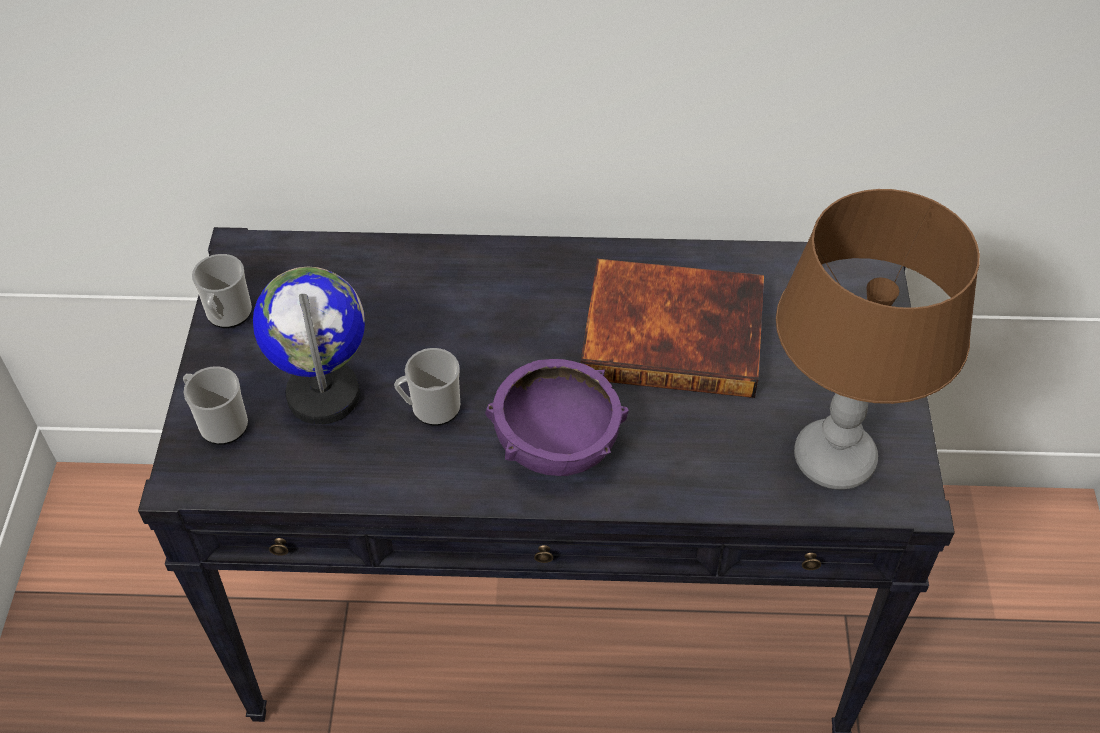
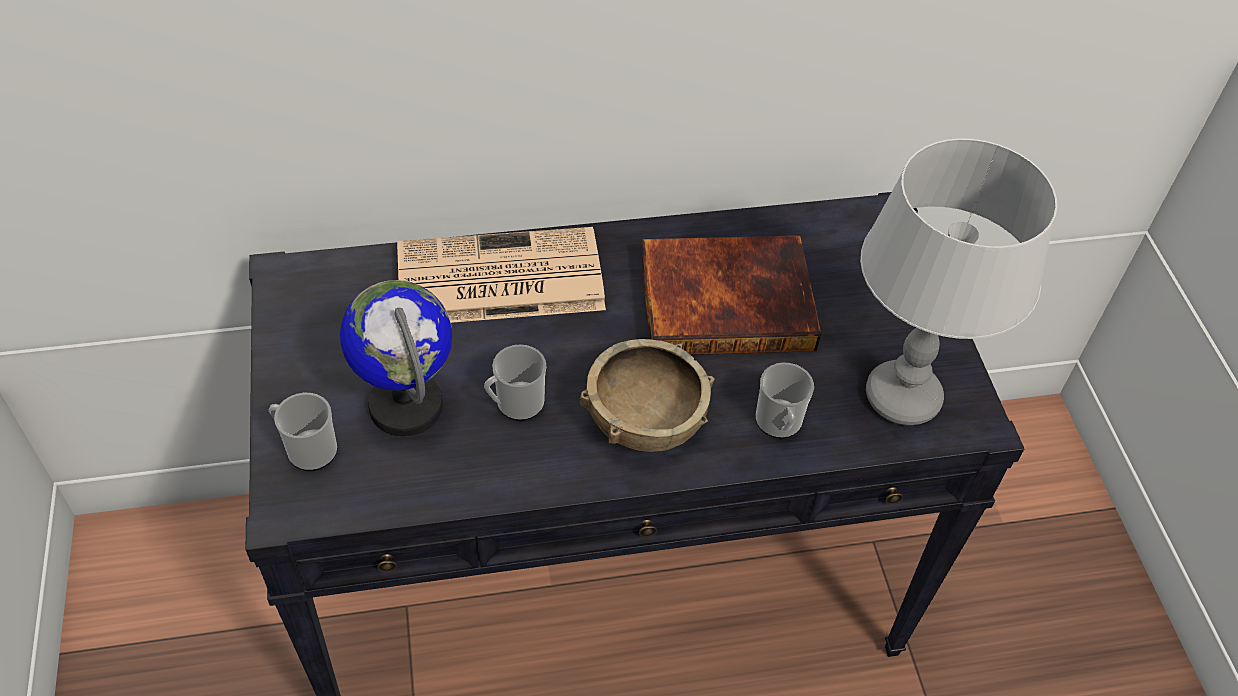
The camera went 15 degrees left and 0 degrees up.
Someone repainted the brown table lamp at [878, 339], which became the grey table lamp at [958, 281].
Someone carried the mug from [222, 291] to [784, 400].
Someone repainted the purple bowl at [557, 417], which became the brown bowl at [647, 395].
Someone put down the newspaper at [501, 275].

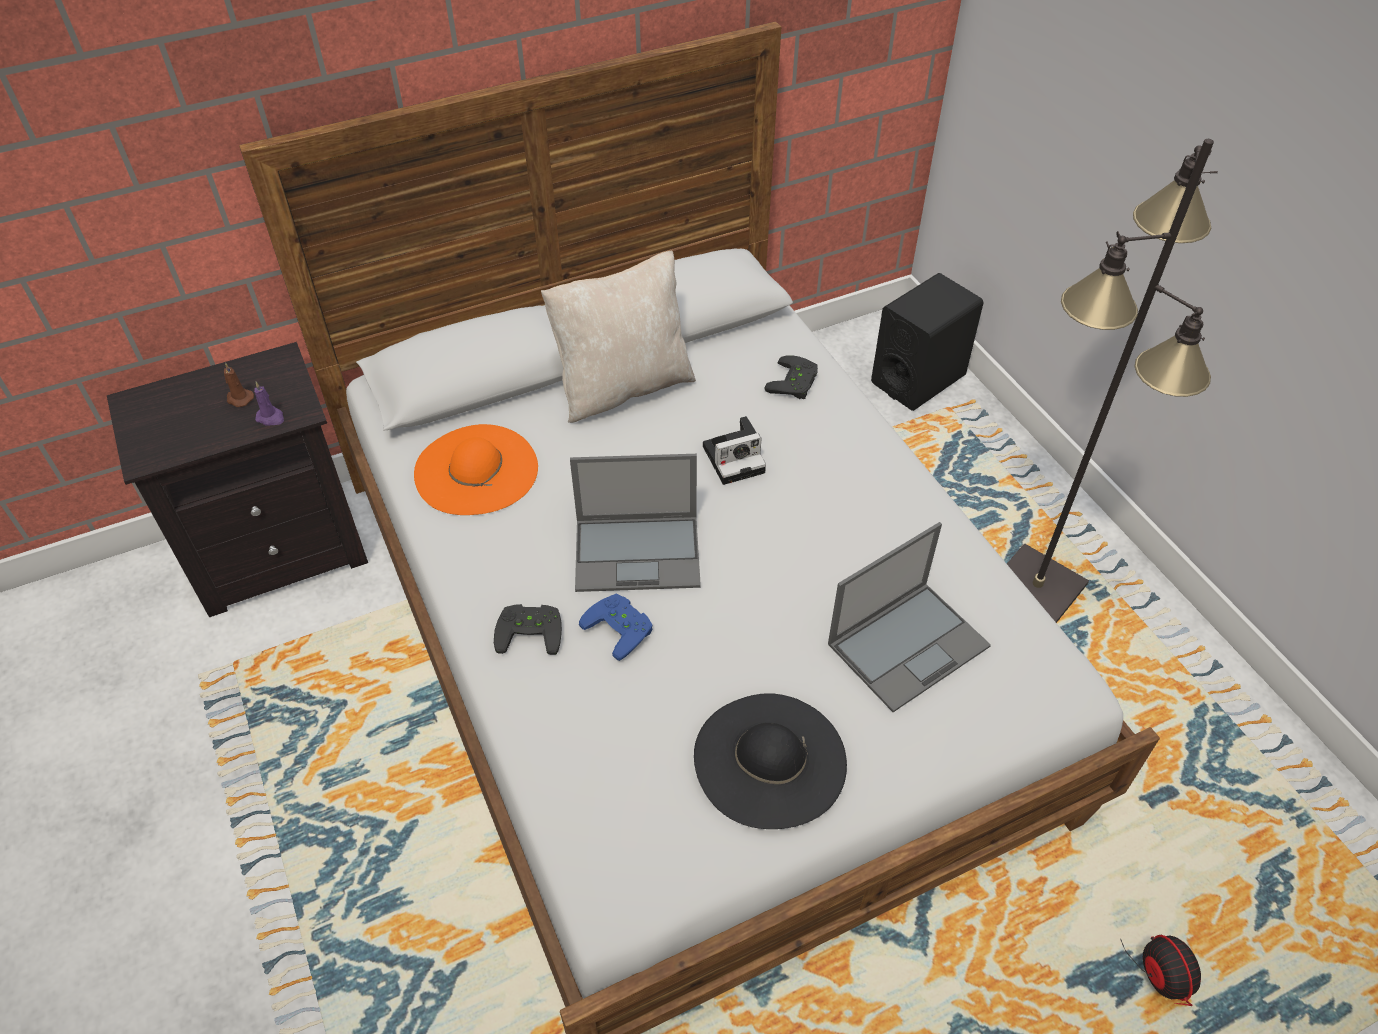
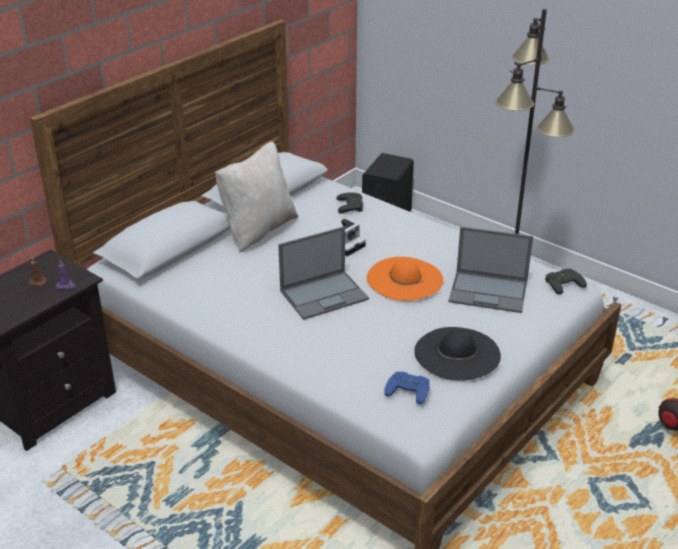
The camera went 25 degrees left and 15 degrees down.
Someone carried the orange hat from [476, 469] to [405, 279].
Someone rotated the laptop at [909, 617] by 75 degrees clockwise.
Someone carried the blue game controller from [615, 627] to [407, 388].
Someone carried the black game controller from [528, 629] to [566, 282].

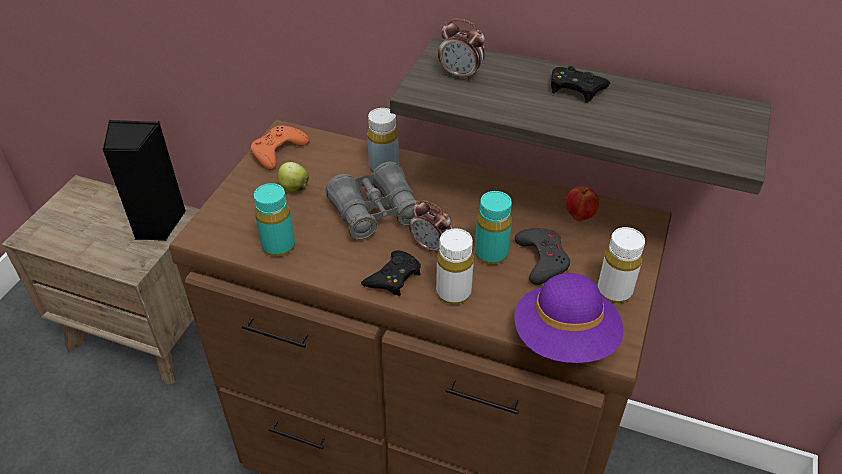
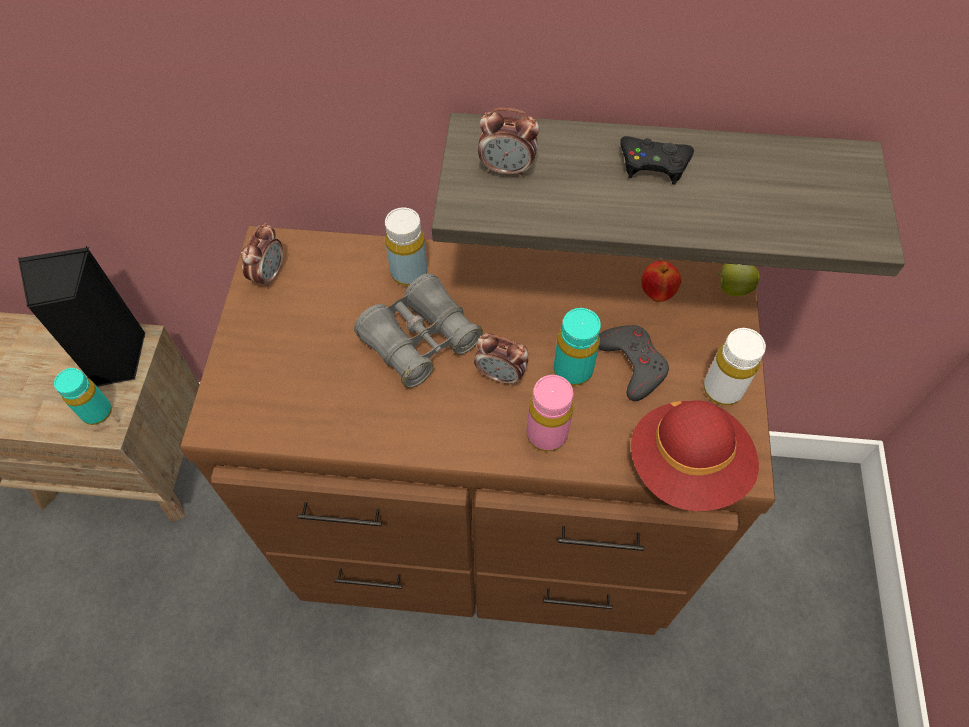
The camera went 15 degrees left and 15 degrees up.
Someone swapped the orange game controller at [280, 147] for the alarm clock at [262, 256].
Someone carried the apple from [293, 177] to [738, 280].
Someone carried the turquoise bottle from [274, 220] to [83, 396].
Someone repainted the white bottle at [455, 267], which became the pink bottle at [550, 413].
Someone took away the black game controller at [391, 273].
Someone repainted the purple hat at [569, 318], which became the red hat at [695, 455].

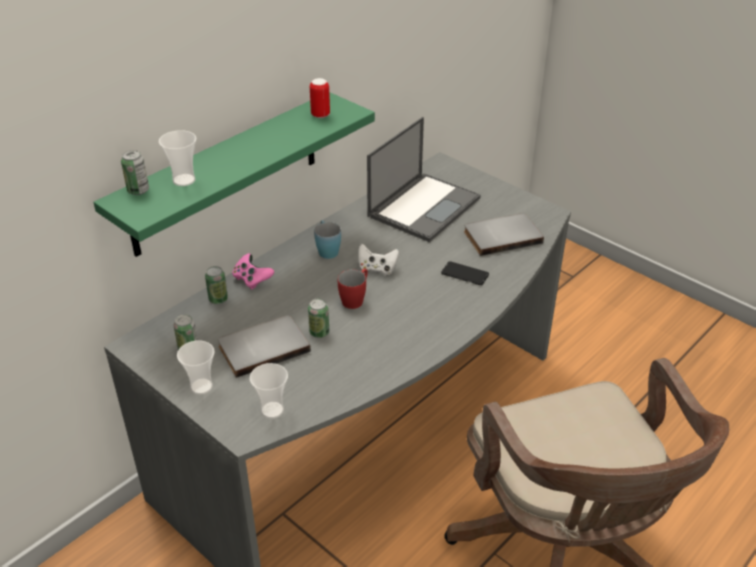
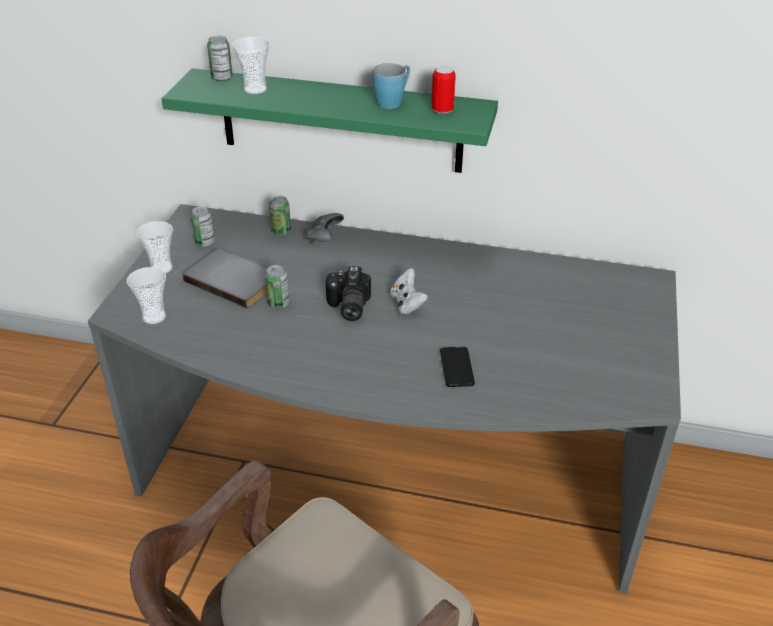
The camera went 60 degrees right and 0 degrees up.
Someone took away the laptop at [424, 179].
Someone took away the grey book at [504, 234].
Someone carried the blue mug from [327, 239] to [391, 86].
Someone repainted the pink game controller at [253, 271], which became the grey game controller at [324, 228].
Someone swapped the red mug at [353, 288] for the photo camera at [348, 293].

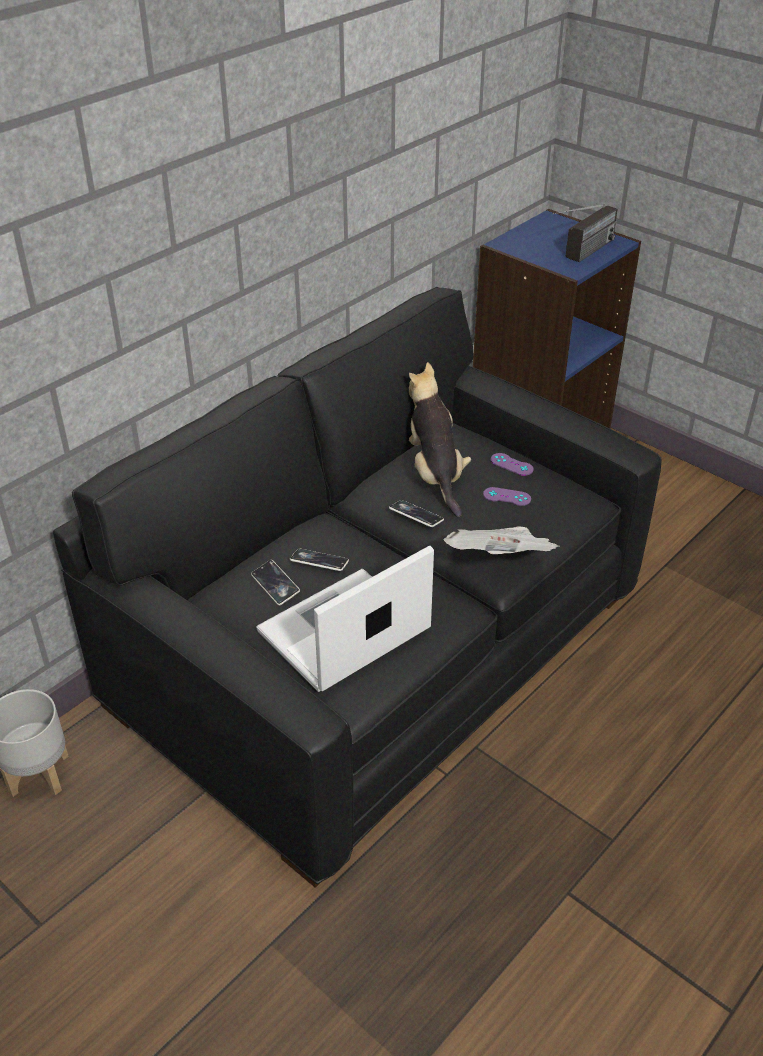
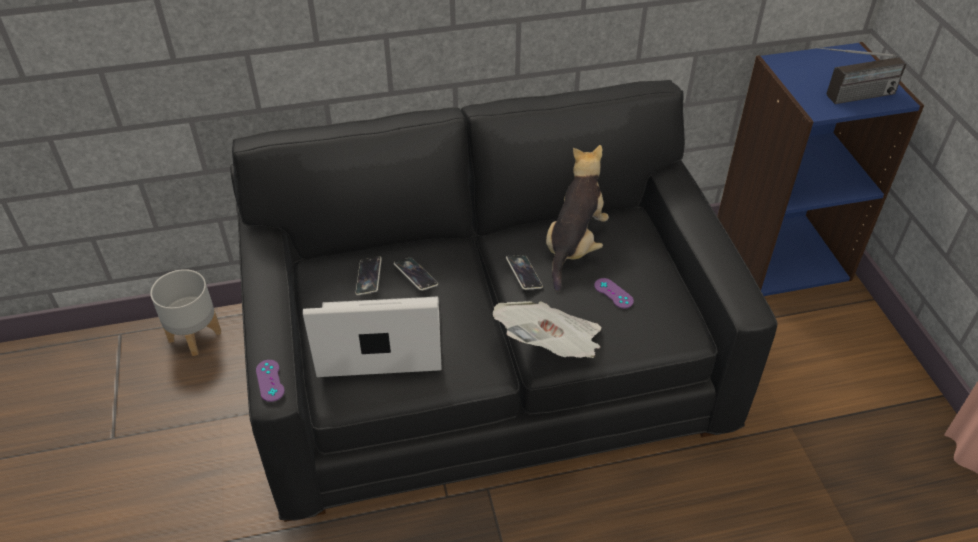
The camera went 35 degrees right and 5 degrees up.
Someone carried the purple game controller from [512, 464] to [270, 381].

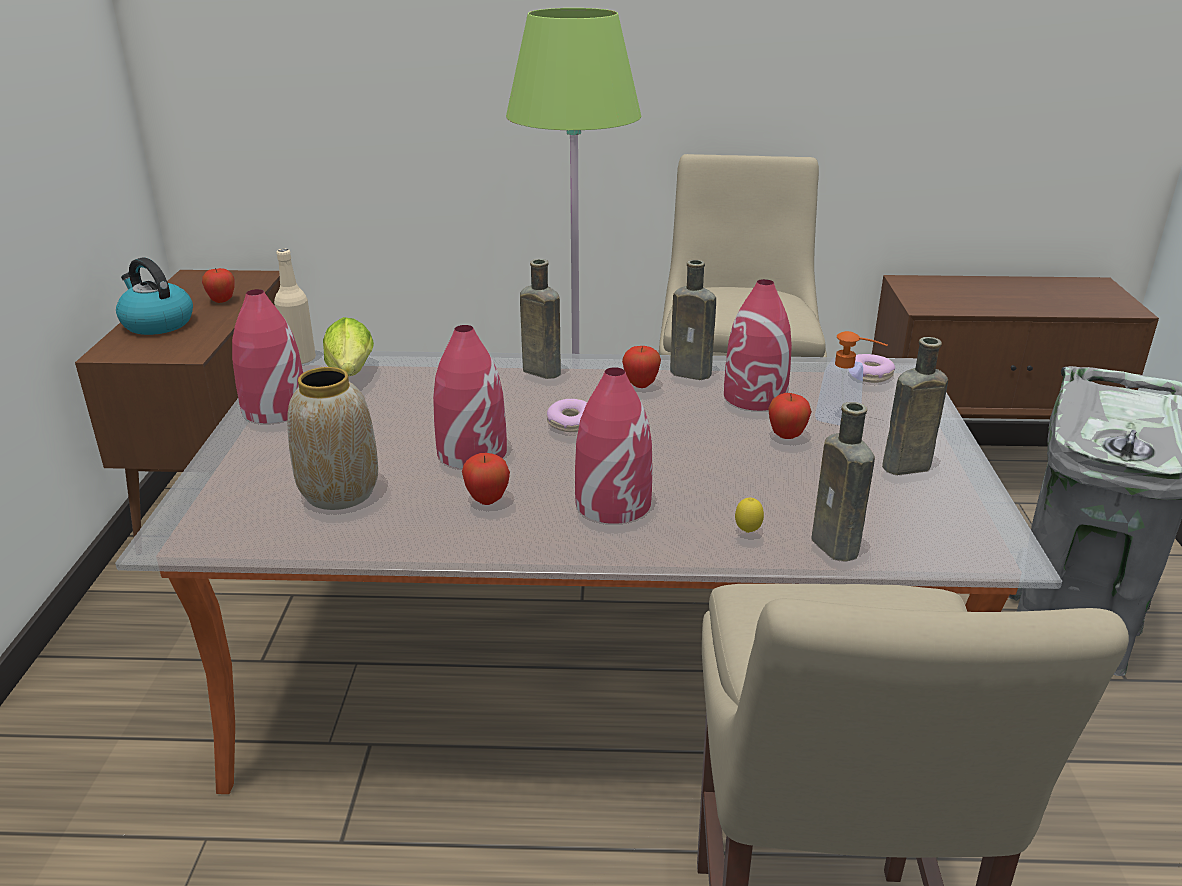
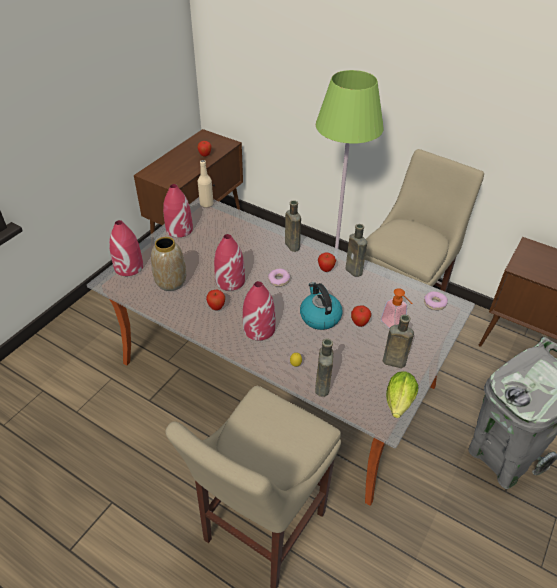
The camera went 30 degrees right and 15 degrees up.
Someone carried the kettle from [154, 296] to [321, 306].
Someone carried the red vase from [758, 345] to [126, 248].
Someone carried the lettuce from [348, 346] to [402, 394].

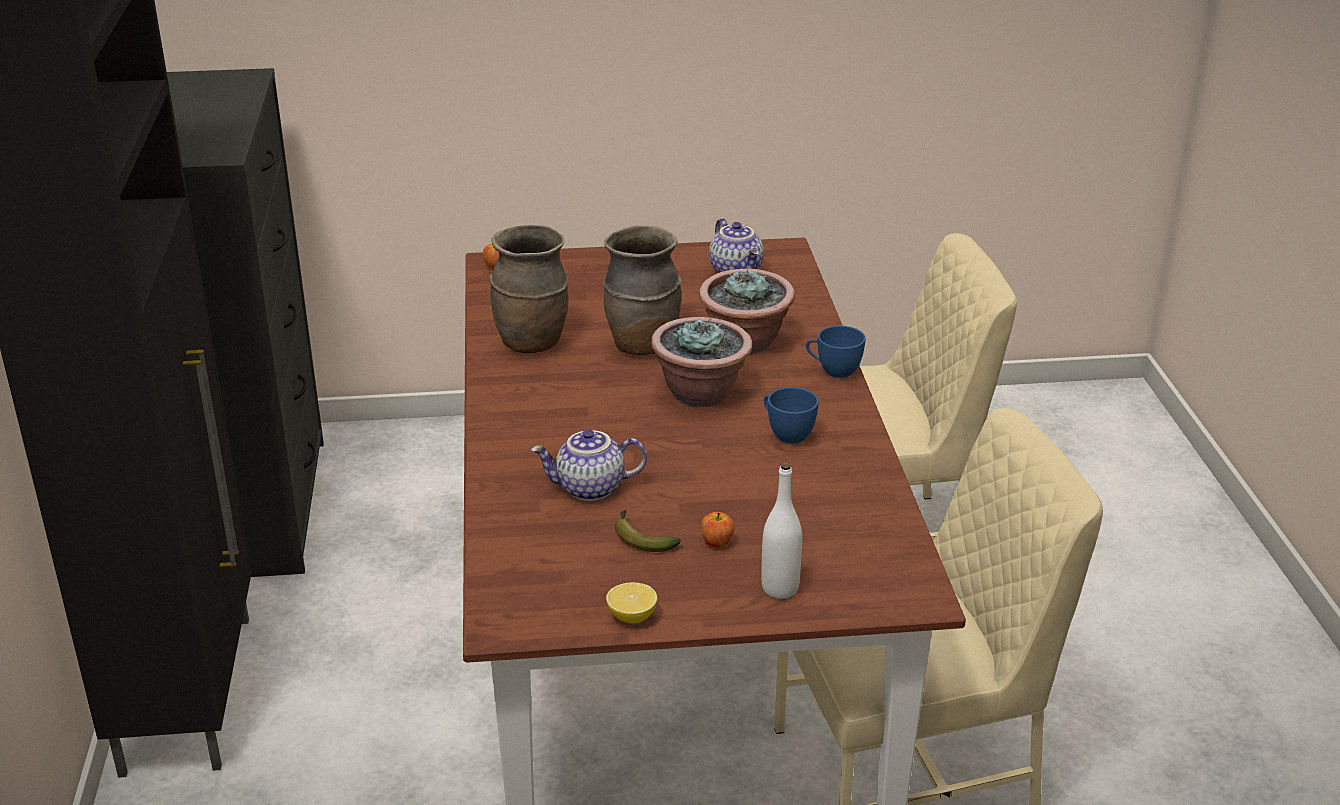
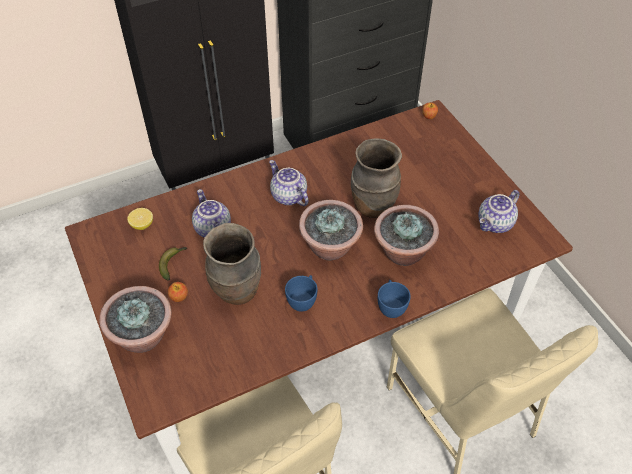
The camera went 70 degrees right and 20 degrees up.
Someone carried the brown vase from [529, 289] to [232, 264].
Someone swapped the white bottle at [781, 530] for the potted plant at [135, 319].
Someone carried the lemon from [631, 602] to [140, 219].
Someone put down the teapot at [288, 183].

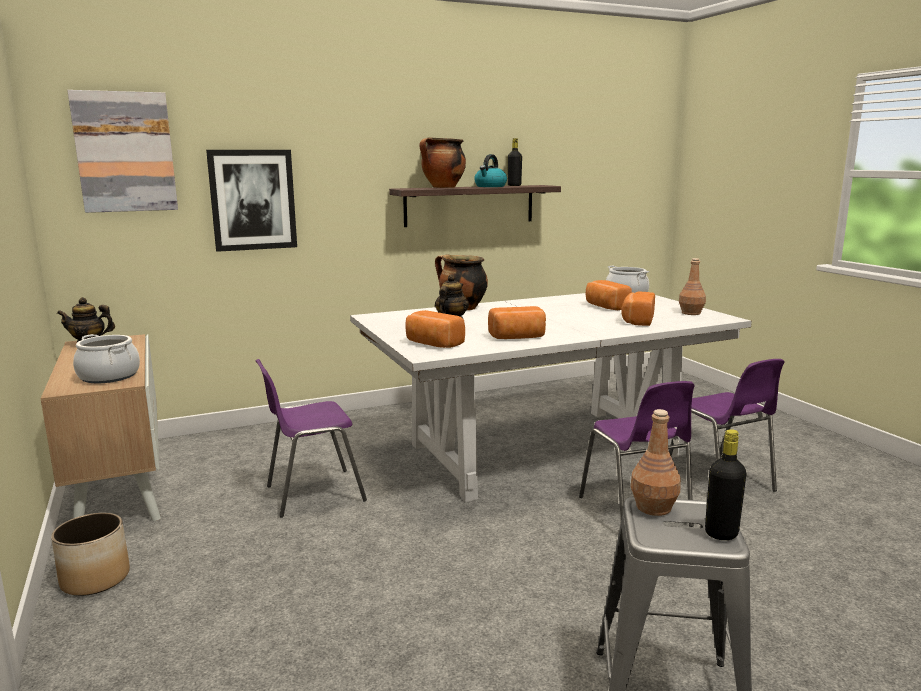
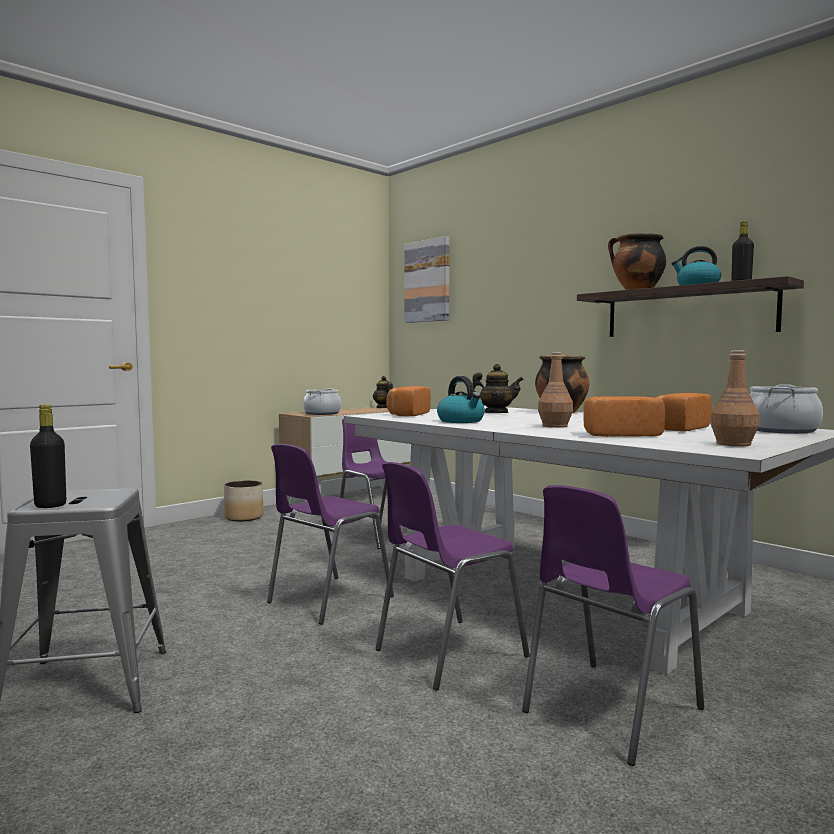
The camera went 70 degrees right and 10 degrees down.
Someone took away the picture at [251, 201].
Someone swapped the bread at [517, 322] for the kettle at [461, 399].
Someone carried the brown bottle from [655, 462] to [555, 390].
Someone put down the purple chair at [330, 534].

